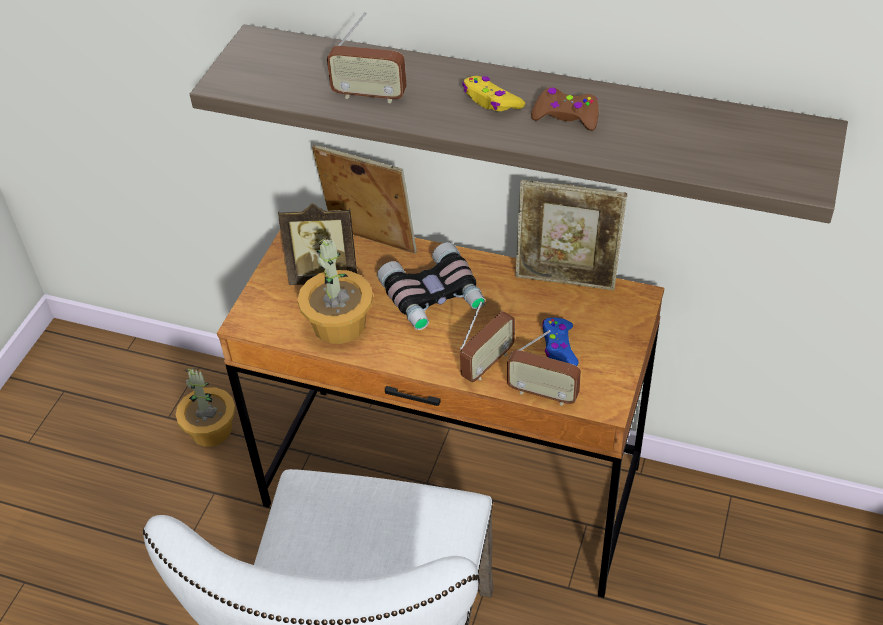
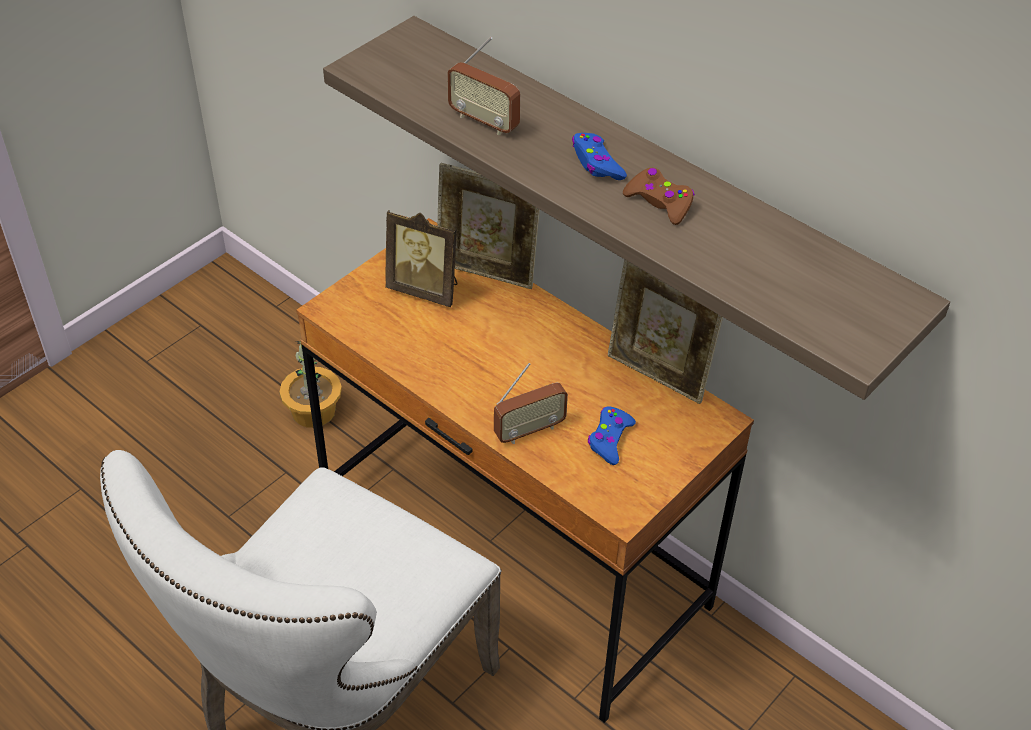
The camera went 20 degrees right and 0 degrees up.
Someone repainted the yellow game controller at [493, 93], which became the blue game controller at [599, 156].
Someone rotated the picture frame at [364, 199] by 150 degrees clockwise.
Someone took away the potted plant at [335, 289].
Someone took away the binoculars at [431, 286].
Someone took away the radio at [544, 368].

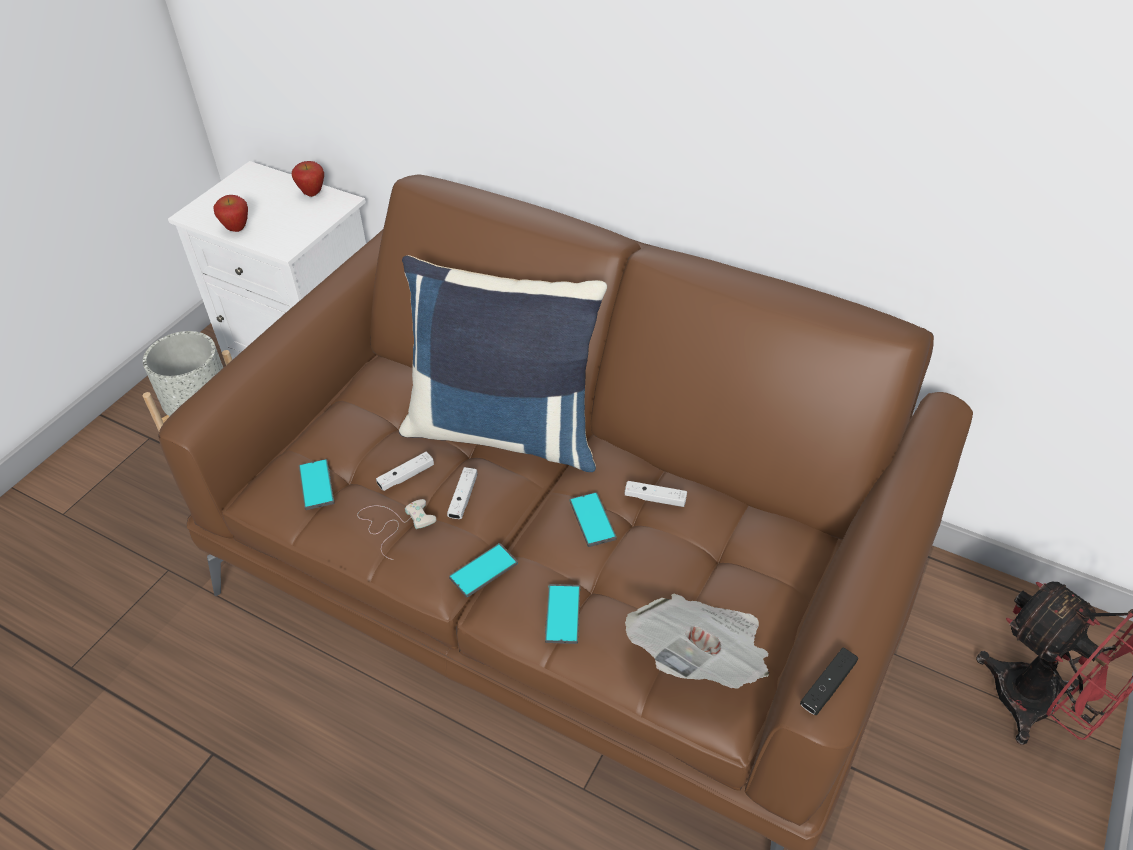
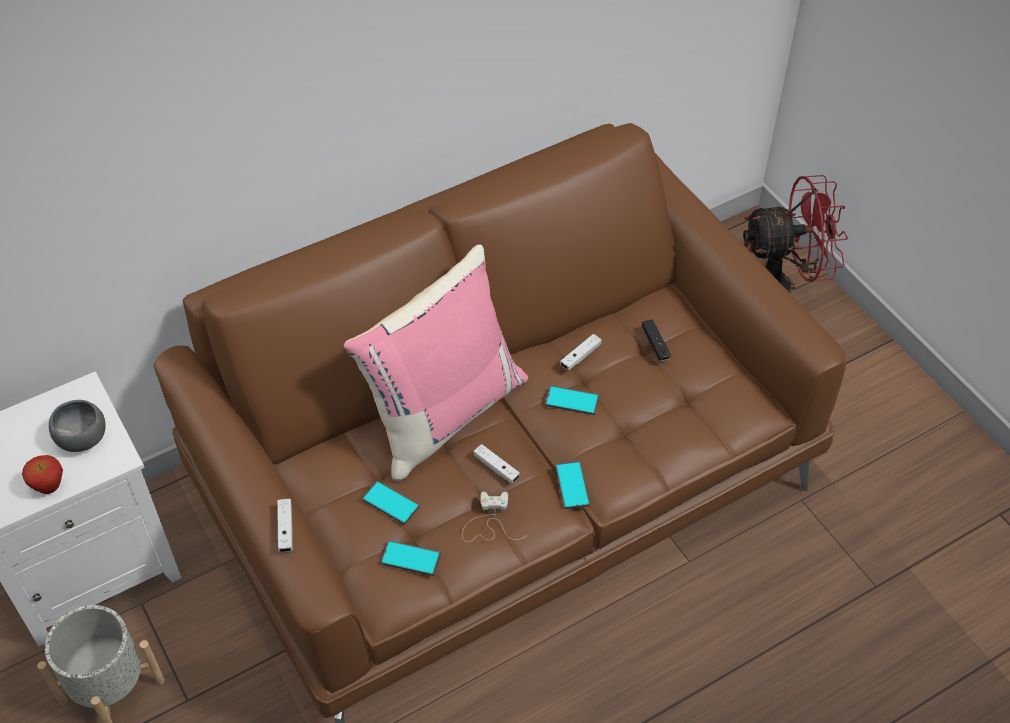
The camera went 60 degrees left and 5 degrees up.
Someone took away the apple at [308, 179].
Someone repainted the blue pillow at [503, 363], which became the pink pillow at [436, 363].
Someone carried the white game controller from [405, 471] to [285, 525].
Someone carried the phone from [562, 614] to [390, 503].
Someone took away the newspaper at [697, 641].
Someone carried the black game controller from [829, 681] to [656, 340].
Someone put down the grey bowl at [77, 426].

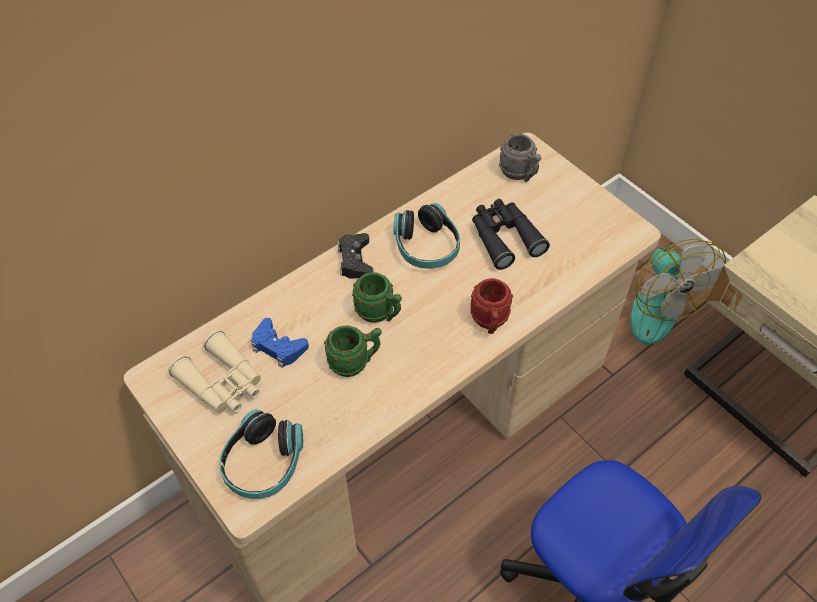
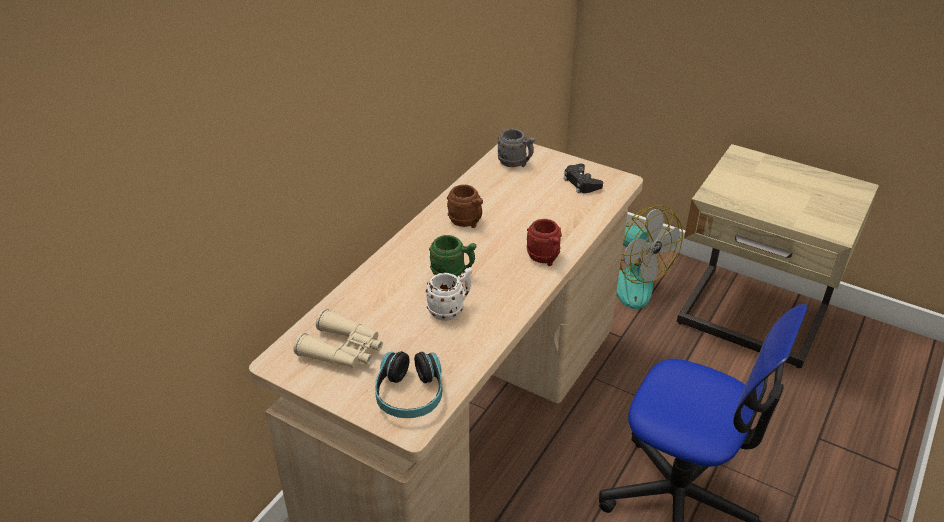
The camera went 20 degrees left and 15 degrees down.
Someone took away the black binoculars at [511, 234].
Someone swapped the headphones at [427, 236] for the brown mug at [465, 206].
Someone carried the black game controller from [355, 256] to [583, 178].
Someone took away the blue game controller at [280, 343].
Someone repainted the green mug at [353, 351], which became the white mug at [449, 294].

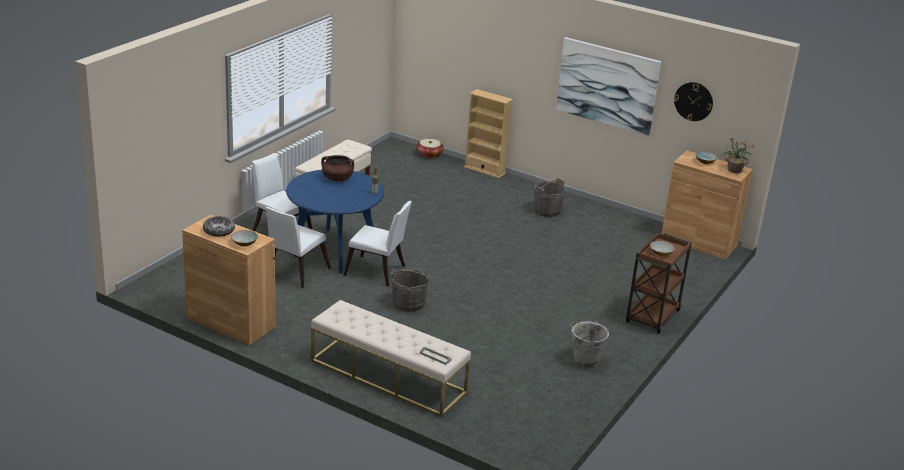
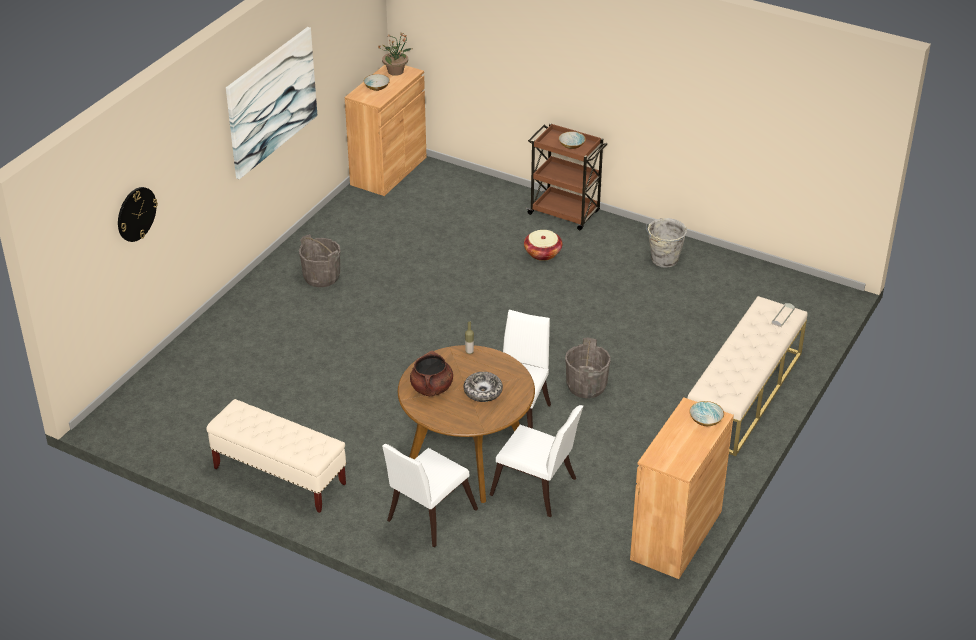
The camera went 90 degrees left and 10 degrees up.
Someone carried the wall clock from [693, 101] to [138, 214].
Someone took away the beige bookcase at [488, 133].
Someone carried the basket from [430, 149] to [543, 245].
Someone repainted the blue dining table at [335, 222], which became the brown dining table at [466, 424].
Someone carried the bowl from [219, 226] to [483, 387].

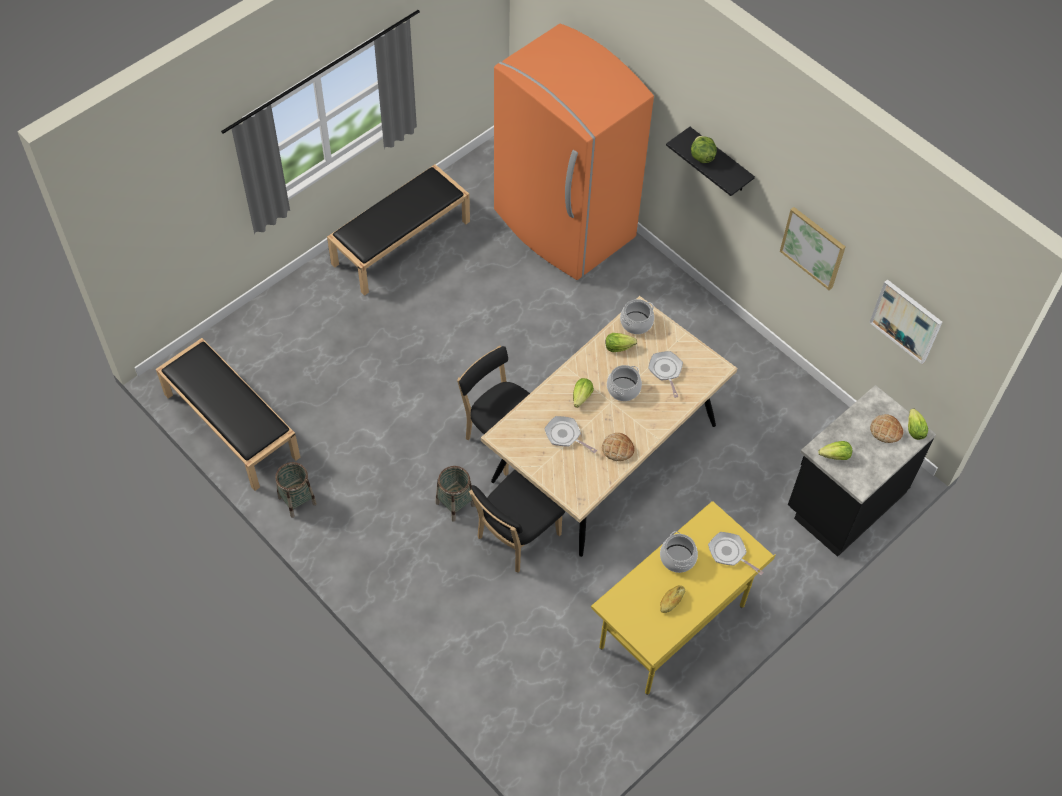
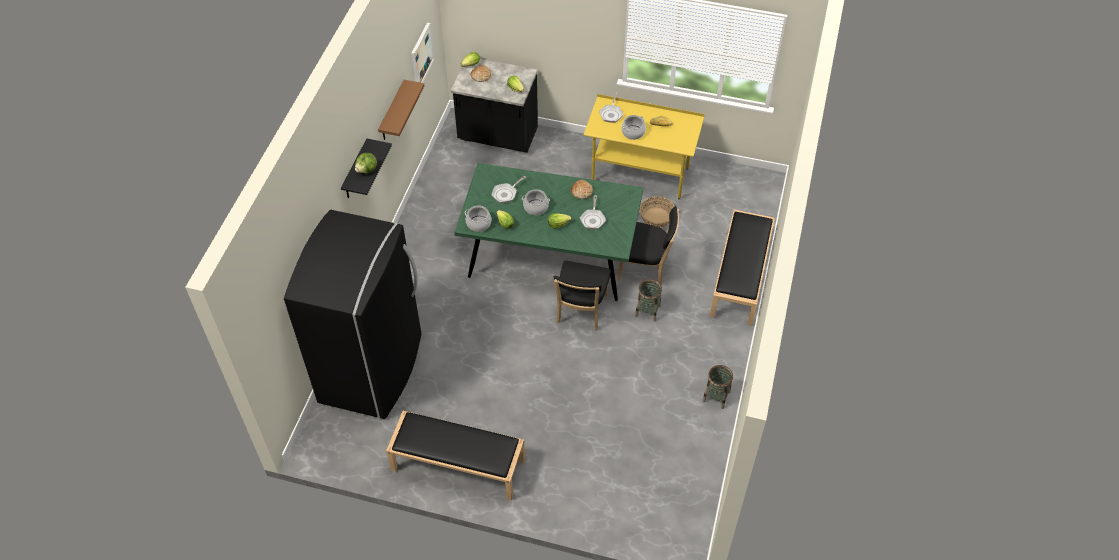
The camera went 120 degrees left and 5 degrees down.
Someone repainted the orange fridge at [574, 152], which became the black fridge at [352, 314].
Someone swapped the picture at [812, 248] for the brown shelf at [401, 110].
Someone repainted the beige dining table at [609, 426], which became the green dining table at [548, 232].
Someone carried the black bench from [228, 414] to [742, 268].
Someone put down the basket at [657, 212].

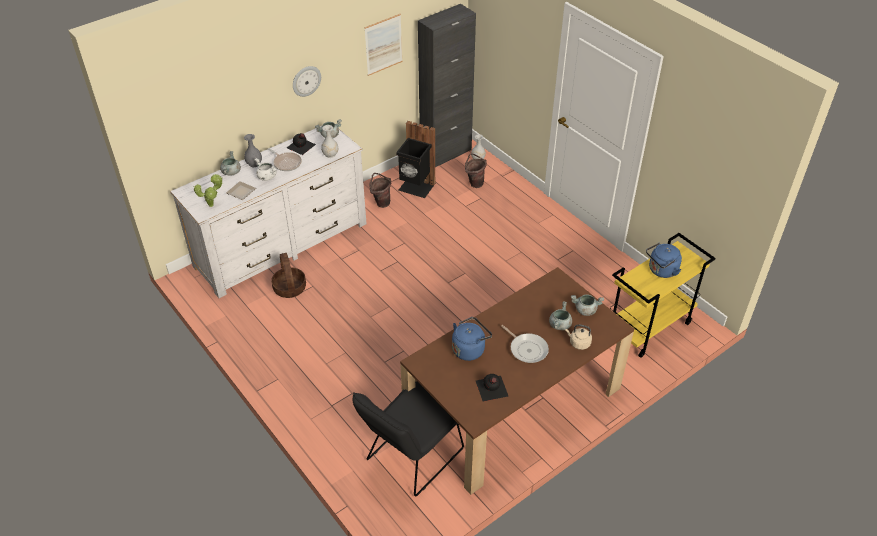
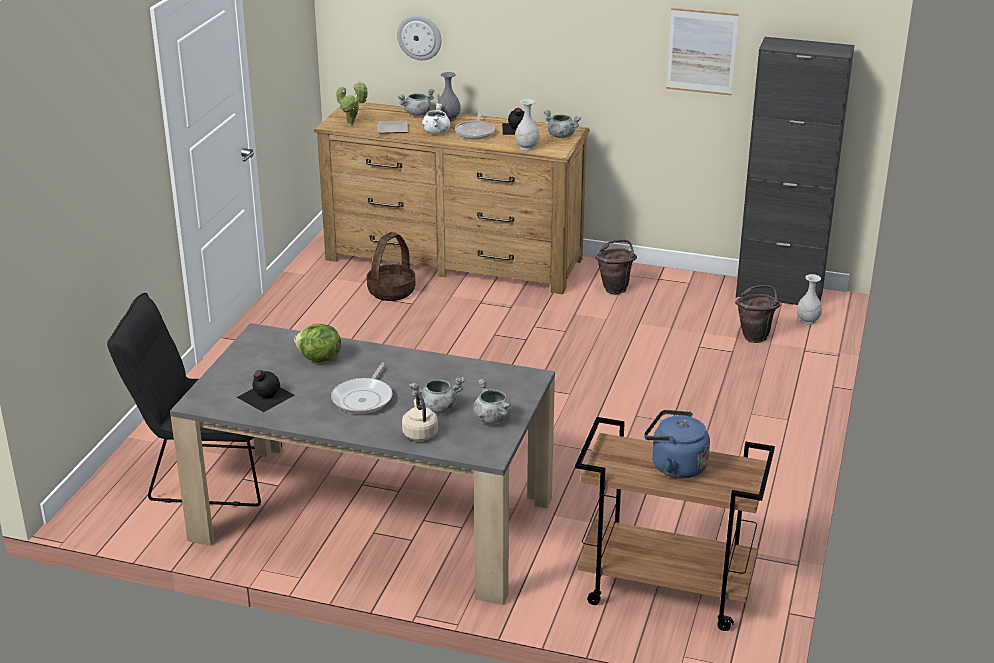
The camera went 55 degrees right and 15 degrees down.
Someone carried the wall clock from [307, 81] to [419, 37].
Someone took away the black trash can at [416, 159].
Someone repainted the white dresser at [268, 212], which became the brown dresser at [451, 198].
Someone repainted the yellow cart at [662, 295], which became the brown cart at [675, 524].
Someone repainted the brown dining table at [517, 381], which became the grey dining table at [362, 464].
Someone swapped the blue kettle at [472, 339] for the lettuce at [317, 342].

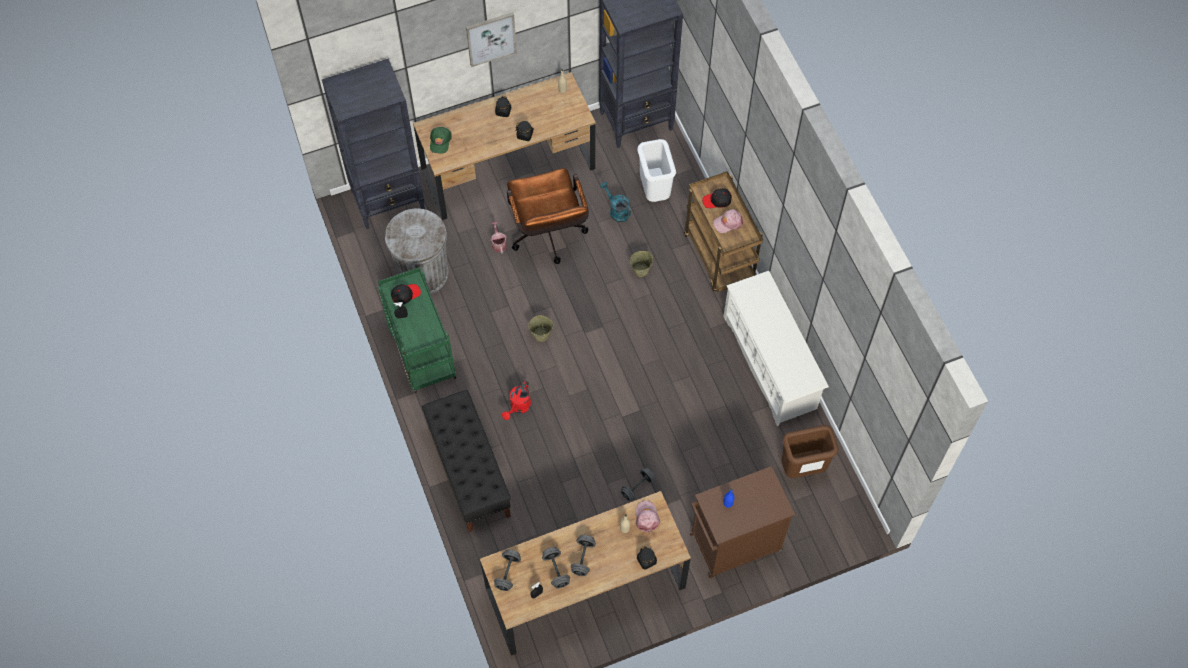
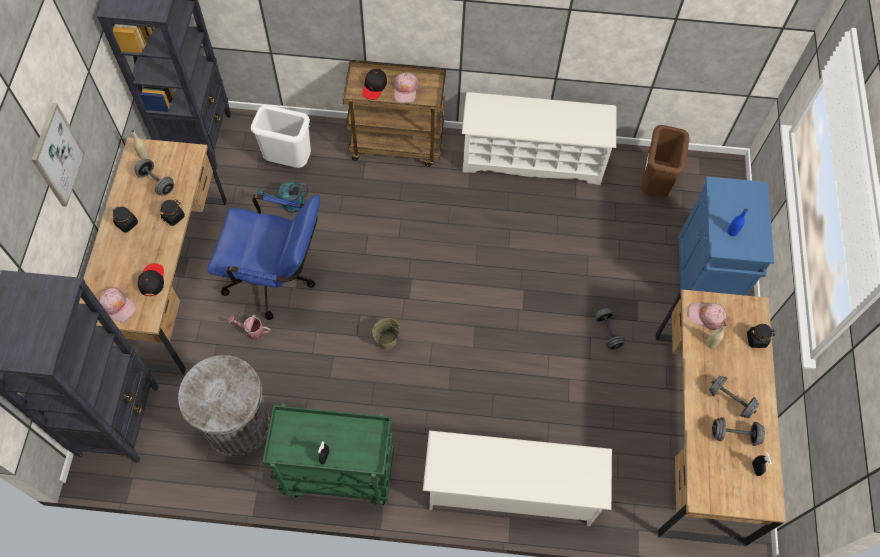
The camera went 65 degrees left and 0 degrees up.
Someone repainted the green cap at [441, 140], which became the pink cap at [117, 304].
Someone repainted the brown office chair at [548, 216], which became the blue office chair at [263, 257].
Someone took away the beige bucket at [641, 264].
Someone carried the black cap from [406, 294] to [151, 279].
Someone took away the red watering can at [516, 400].
Someone swapped the black bench at [466, 461] for the white shoe rack at [517, 478].
Someone repainted the brown cabinet at [742, 522], which became the blue cabinet at [725, 236].
Someone carried the grey dumbbell from [507, 570] to [154, 177].

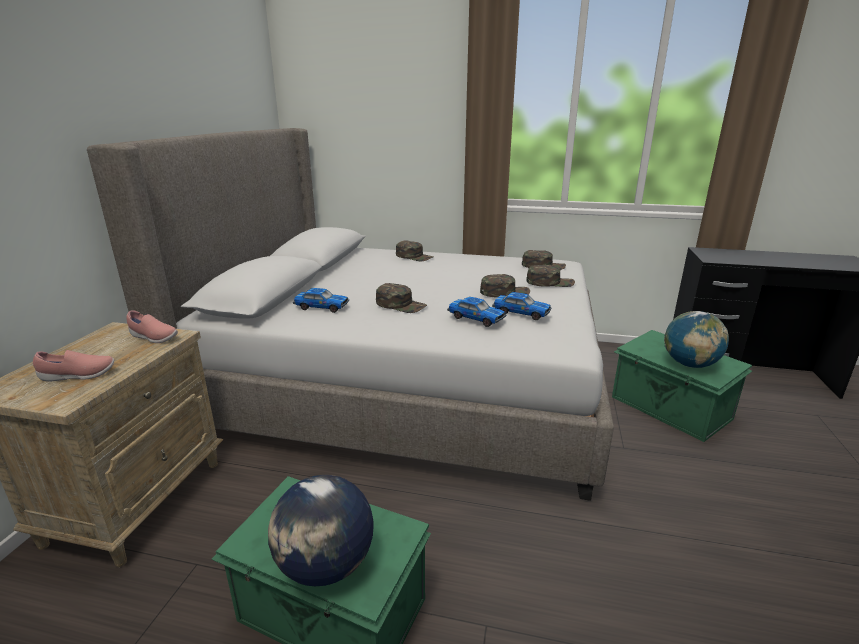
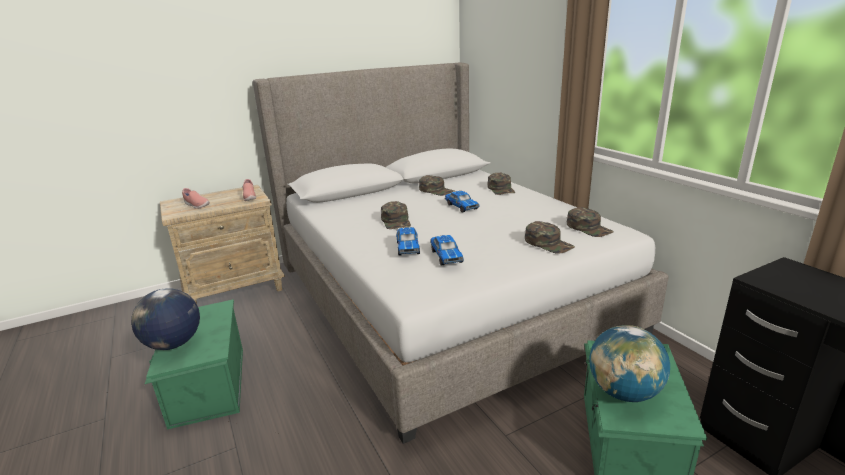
The camera went 50 degrees right and 0 degrees up.
Someone carried the green cap from [505, 285] to [436, 185].
Someone carried the toy car from [321, 300] to [462, 201].

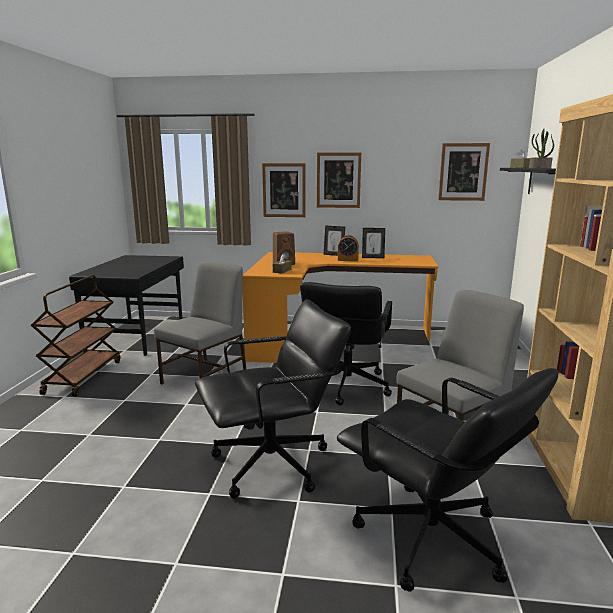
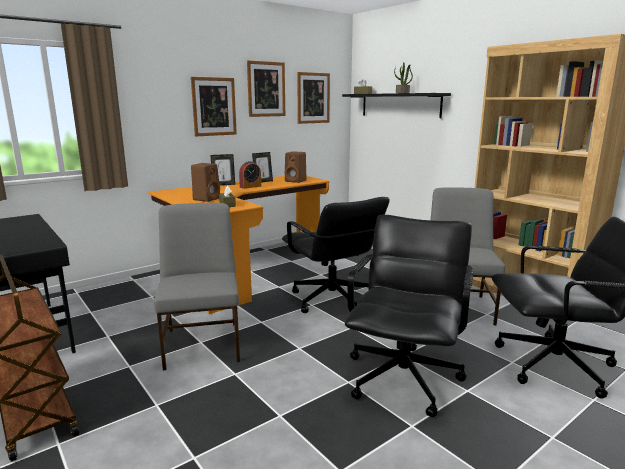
The camera went 45 degrees left and 0 degrees up.
Someone carried the picture from [283, 190] to [266, 88].
Someone put down the brown speaker at [295, 167].

